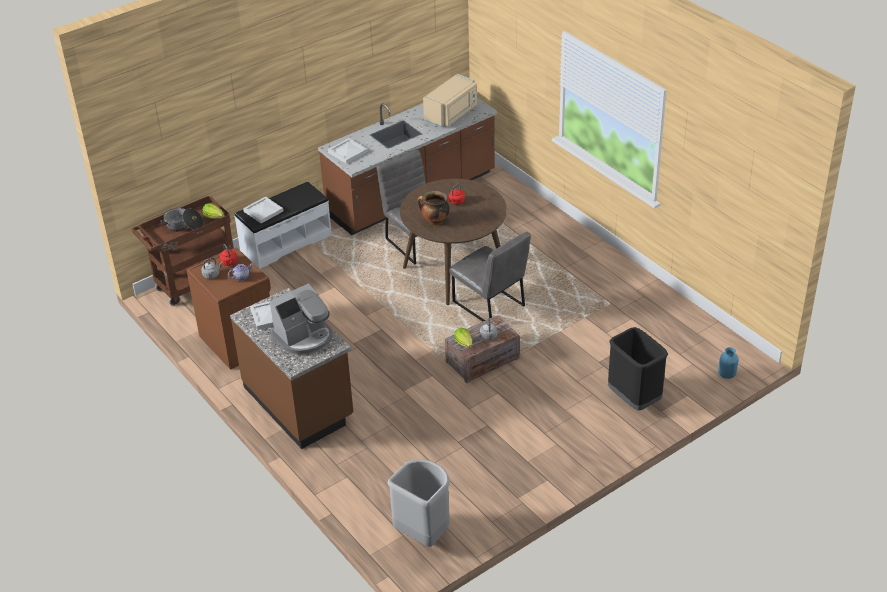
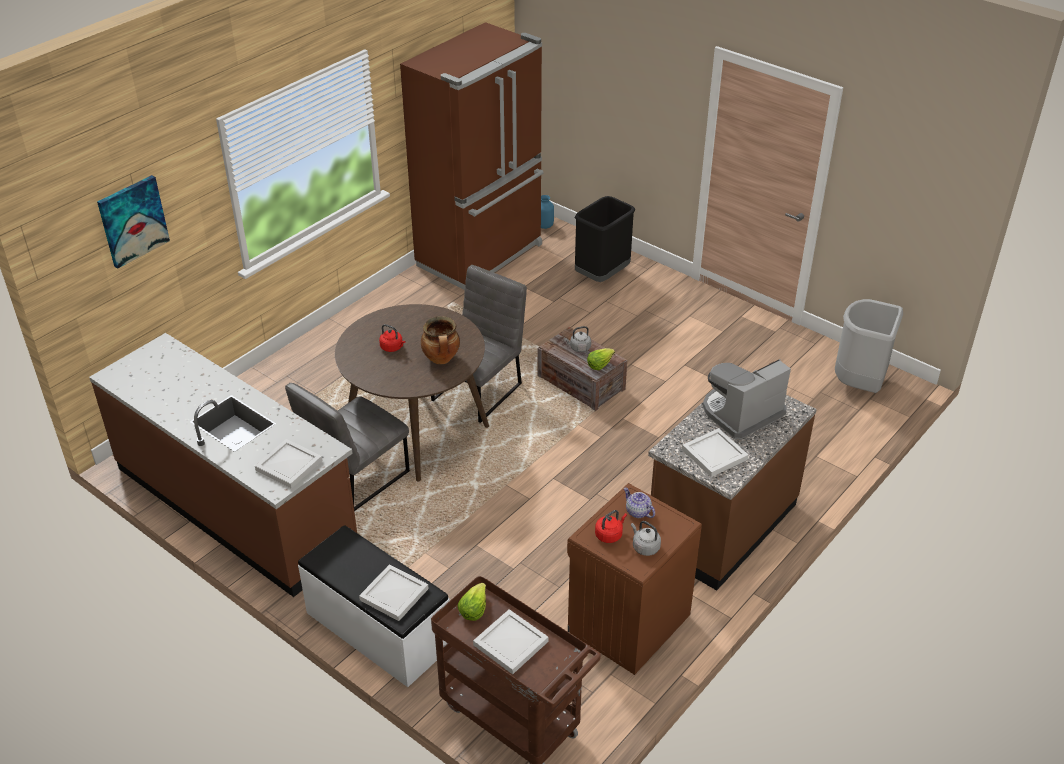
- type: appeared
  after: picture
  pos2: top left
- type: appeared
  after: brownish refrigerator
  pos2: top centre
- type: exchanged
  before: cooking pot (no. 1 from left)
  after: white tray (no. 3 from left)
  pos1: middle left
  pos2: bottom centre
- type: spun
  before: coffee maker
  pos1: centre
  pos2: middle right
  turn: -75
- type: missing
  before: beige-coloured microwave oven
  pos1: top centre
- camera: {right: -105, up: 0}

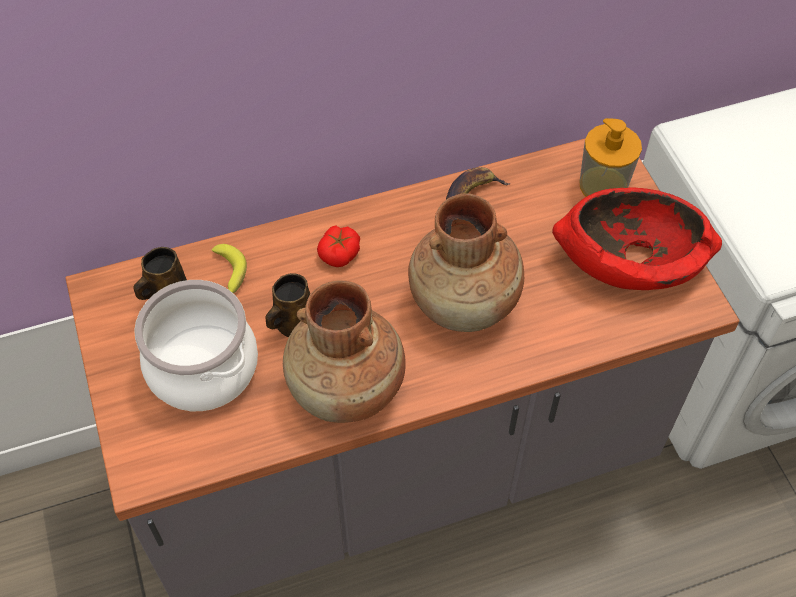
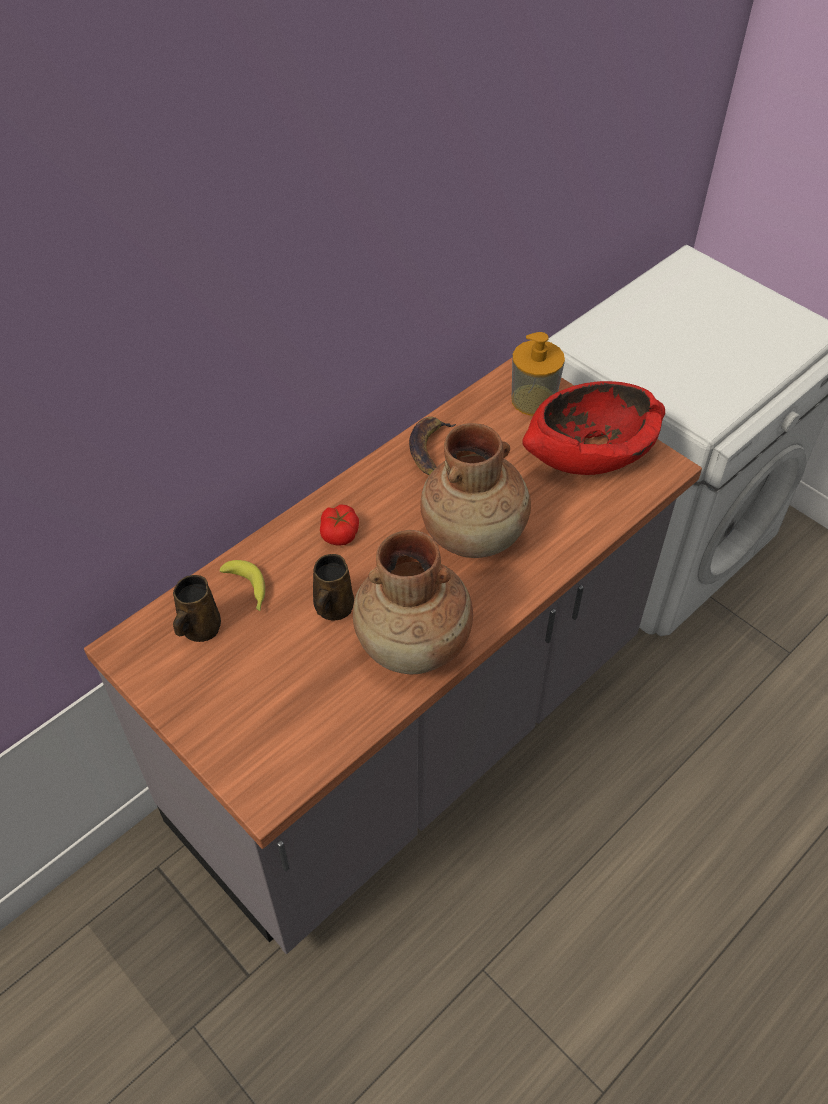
- type: missing
  before: cooking pot
  pos1: middle left
- camera: {right: -25, up: -5}

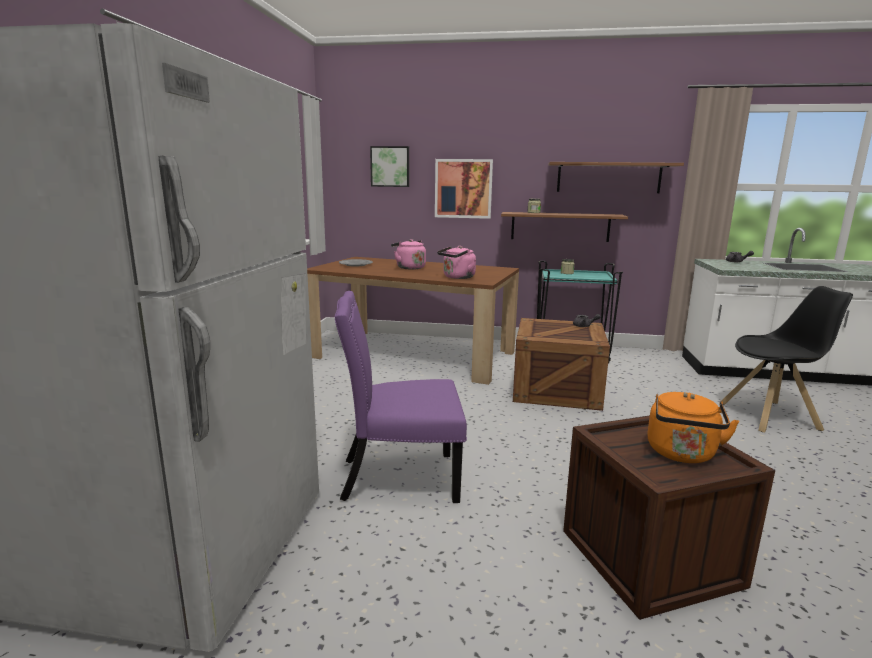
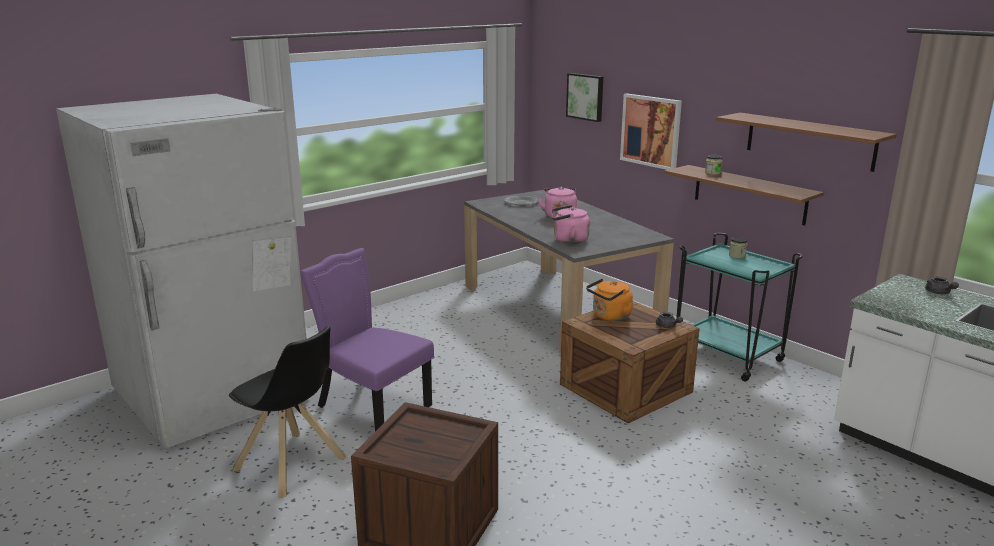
- type: relocated
  before: blackish upright chair
  pos1: middle right
  pos2: bottom left
- type: colour
  before: brownish dinner table
  after: greyish dinner table
  pos1: centre
  pos2: centre
- type: relocated
  before: orange tea kettle
  pos1: middle right
  pos2: centre
- camera: {right: 40, up: 5}

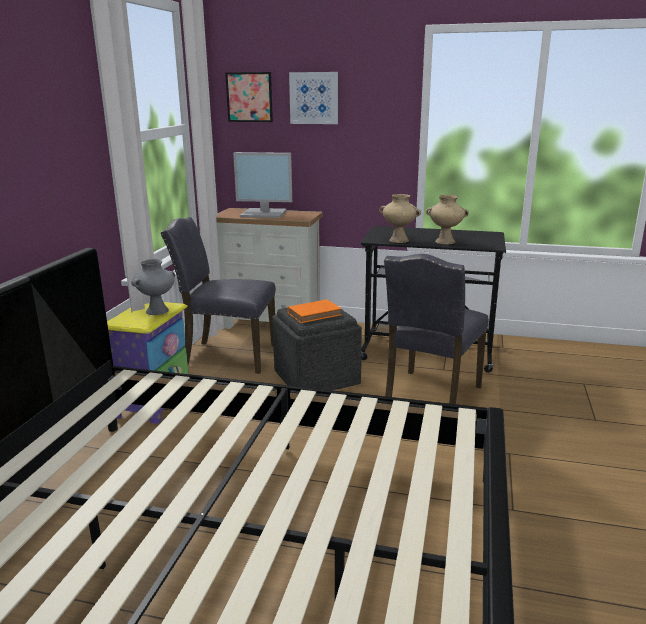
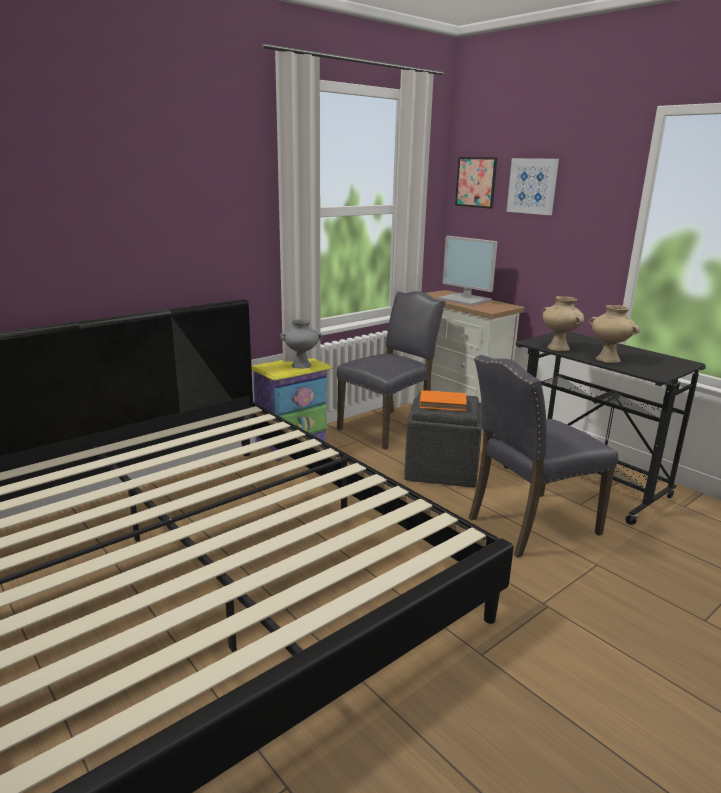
- type: spun
  before: greyish upright chair (no. 1 from left)
  pos1: centre
  pos2: centre
  turn: 90
- camera: {right: 35, up: 0}

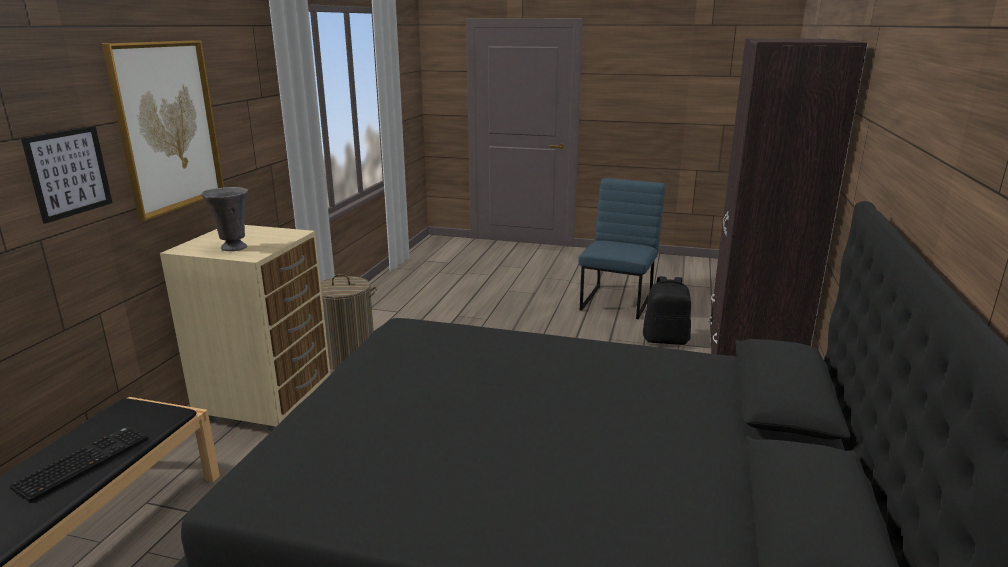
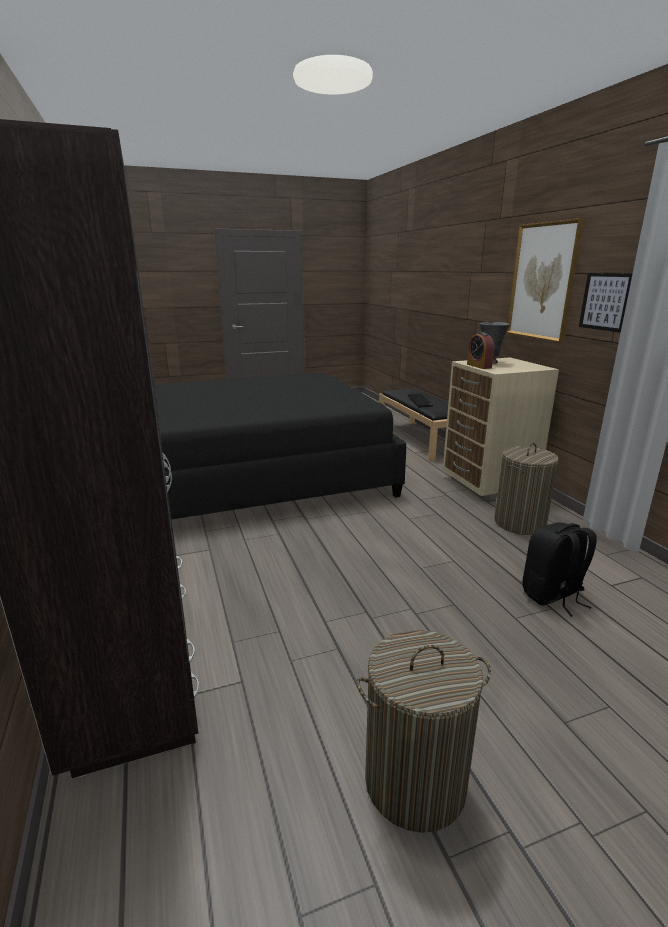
- type: exchanged
  before: blue upright chair
  after: laundry basket (no. 1 from left)
  pos1: centre
  pos2: bottom centre
- type: appeared
  after: bedside clock
  pos2: middle right
- type: relocated
  before: blackish backpack
  pos1: centre
  pos2: middle right
- type: relocated
  before: picture (no. 1 from left in the first image)
  after: picture (no. 2 from left)
  pos1: top left
  pos2: top right
- camera: {right: 145, up: 0}

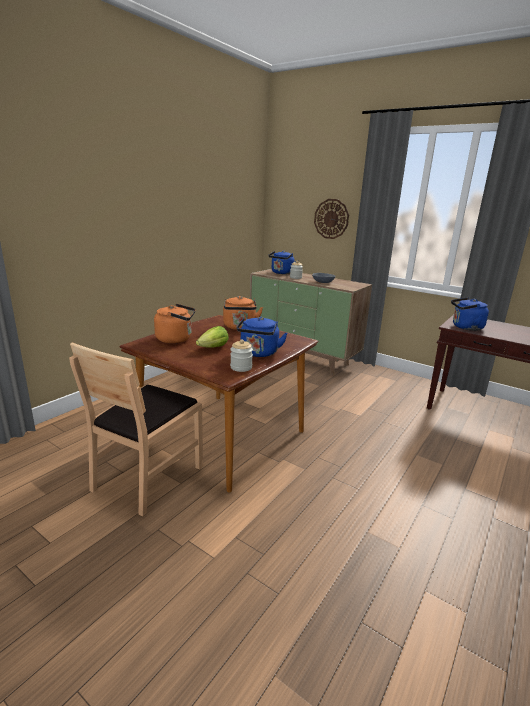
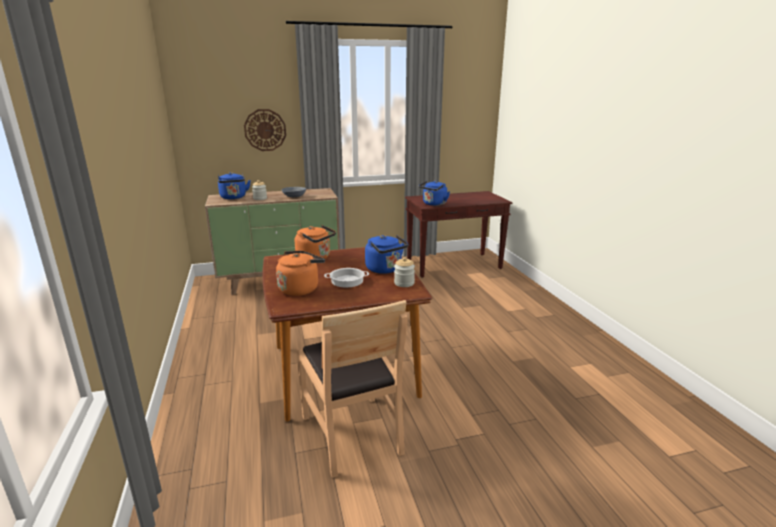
- type: exchanged
  before: lettuce head
  after: cooking pot
  pos1: centre
  pos2: centre
- camera: {right: -50, up: 0}

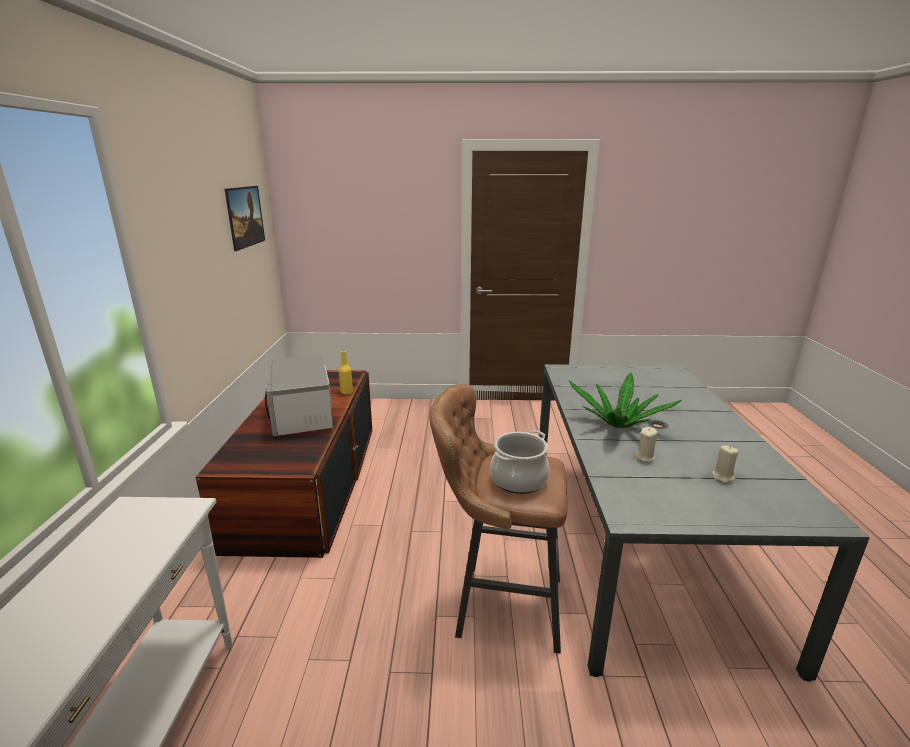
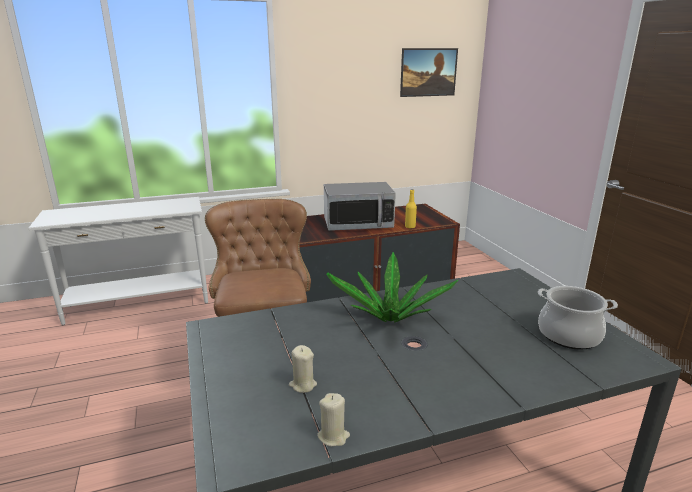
- type: relocated
  before: beige-coloured wax light (no. 1 from left in the first image)
  after: beige-coloured wax light (no. 2 from left)
  pos1: middle right
  pos2: bottom centre
- type: spun
  before: microwave oven
  pos1: middle left
  pos2: centre
  turn: -150
- type: relocated
  before: cooking pot
  pos1: centre
  pos2: middle right
- camera: {right: 70, up: 0}

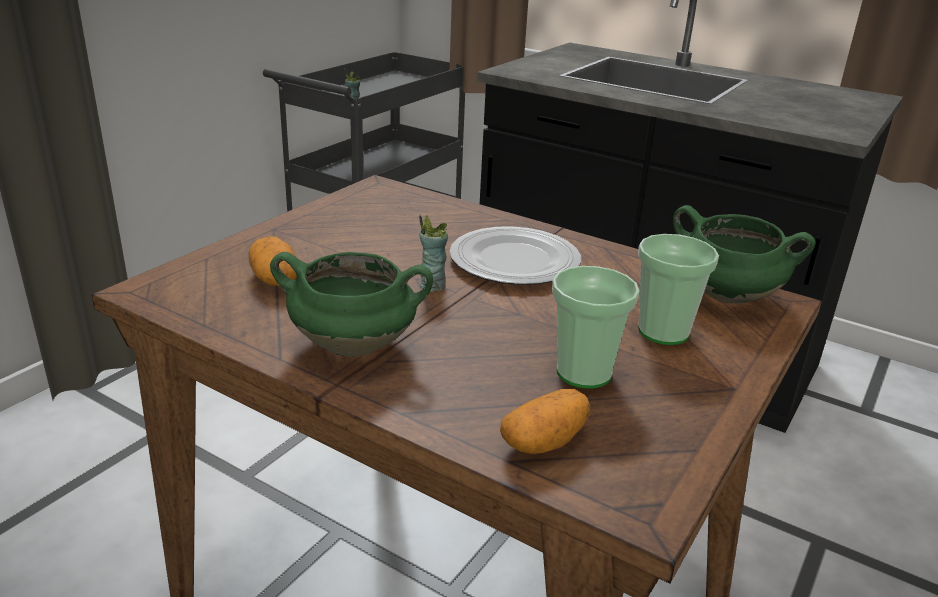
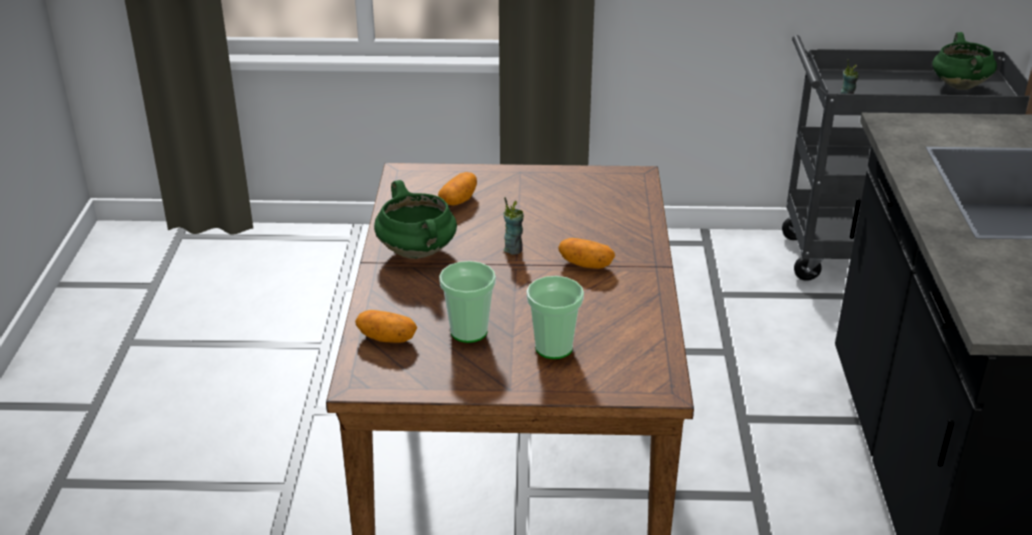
- type: exchanged
  before: plate
  after: whole potato (no. 3 from left)
  pos1: centre
  pos2: centre
- type: relocated
  before: green-coloured cooking pot (no. 2 from left)
  pos1: middle right
  pos2: top right
- camera: {right: 60, up: 5}

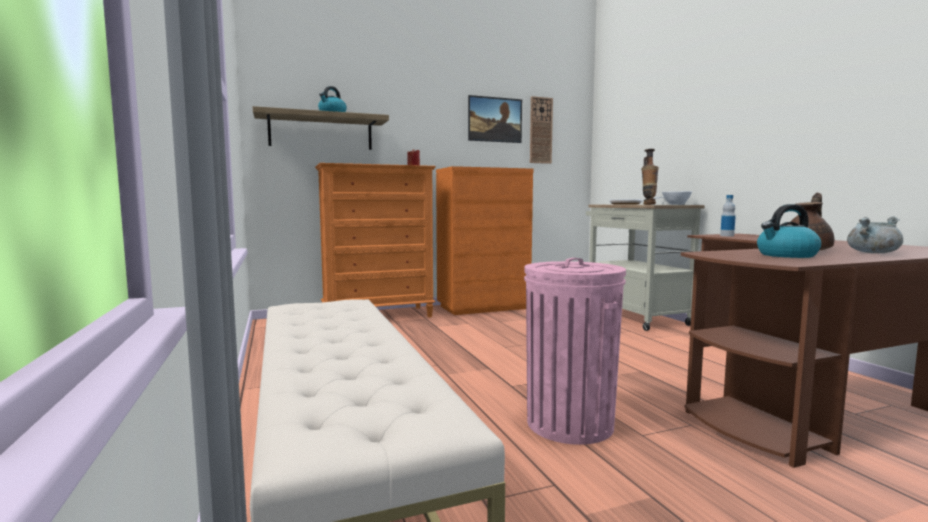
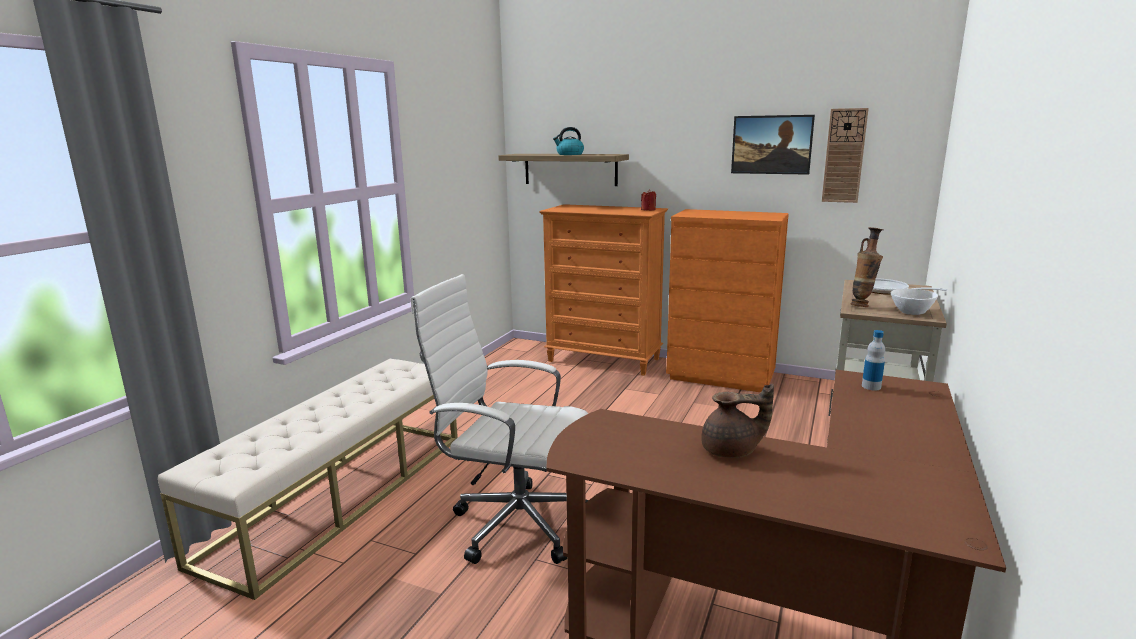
- type: exchanged
  before: pink-coloured rubbish bin
  after: white desk chair
  pos1: bottom centre
  pos2: centre
- type: missing
  before: tea kettle (no. 2 from left)
  pos1: middle right
- type: missing
  before: greyish cooking pot
  pos1: middle right
- camera: {right: 45, up: 10}

